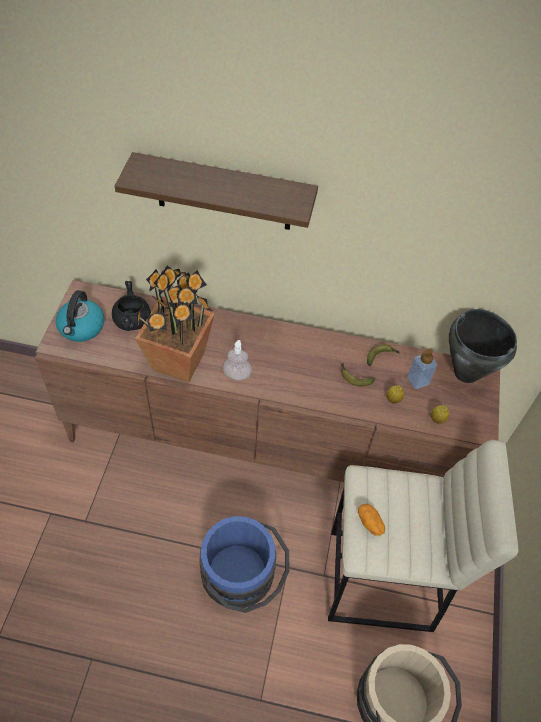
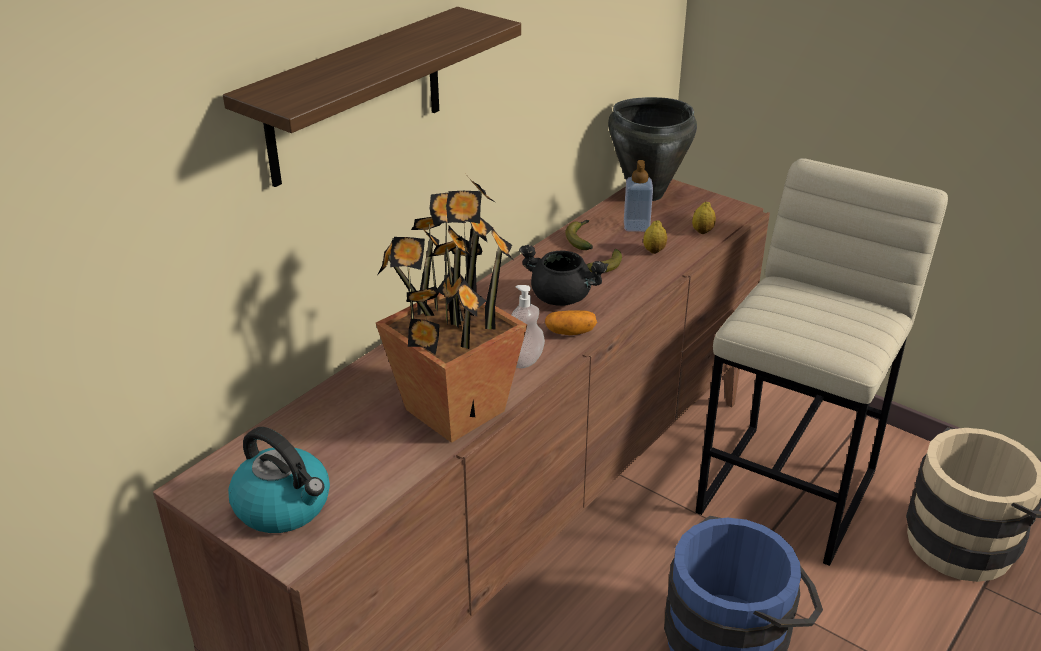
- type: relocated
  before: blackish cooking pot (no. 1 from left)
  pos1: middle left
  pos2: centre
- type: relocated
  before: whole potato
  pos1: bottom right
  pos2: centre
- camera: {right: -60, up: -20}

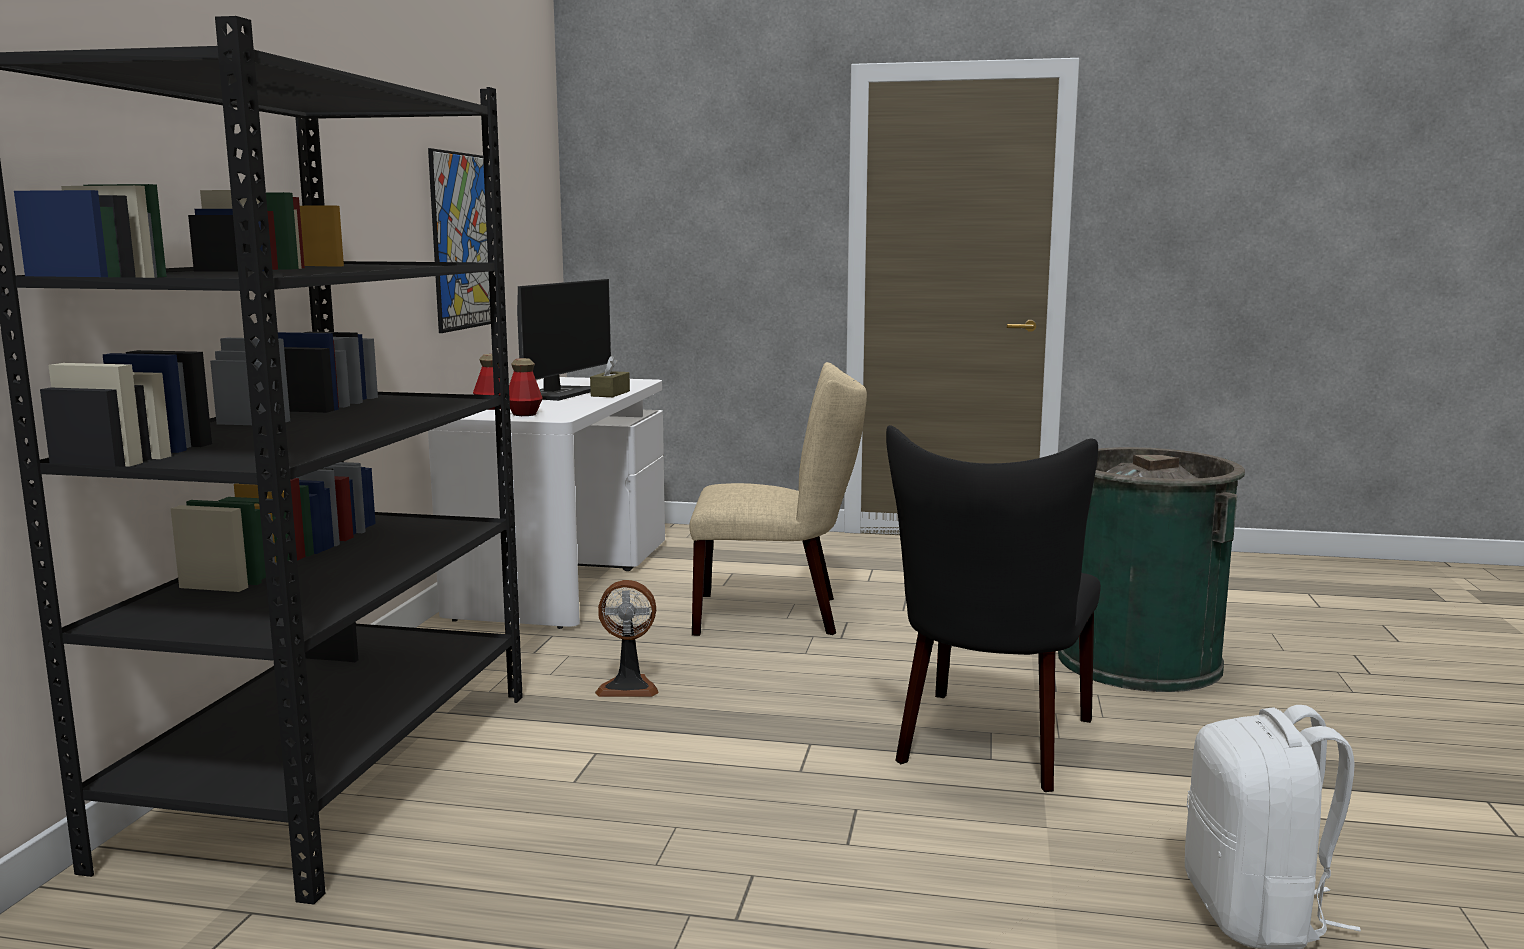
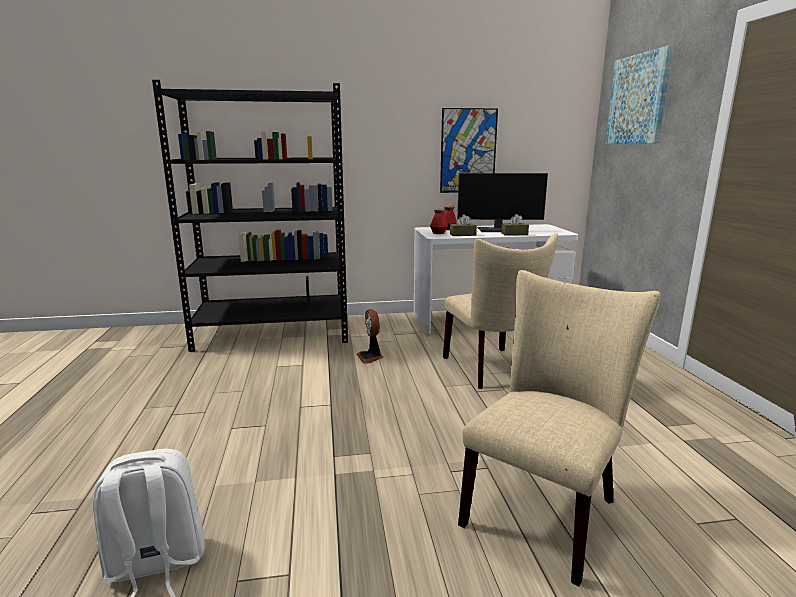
- type: appeared
  after: brownish box of tissues (no. 1 from left)
  pos2: centre
- type: exchanged
  before: green-coloured rubbish bin
  after: beige-coloured upright chair (no. 2 from left)
  pos1: middle right
  pos2: bottom right
- type: appeared
  after: picture (no. 2 from left)
  pos2: top right
- type: missing
  before: blackish upright chair
  pos1: centre
- camera: {right: 70, up: 5}

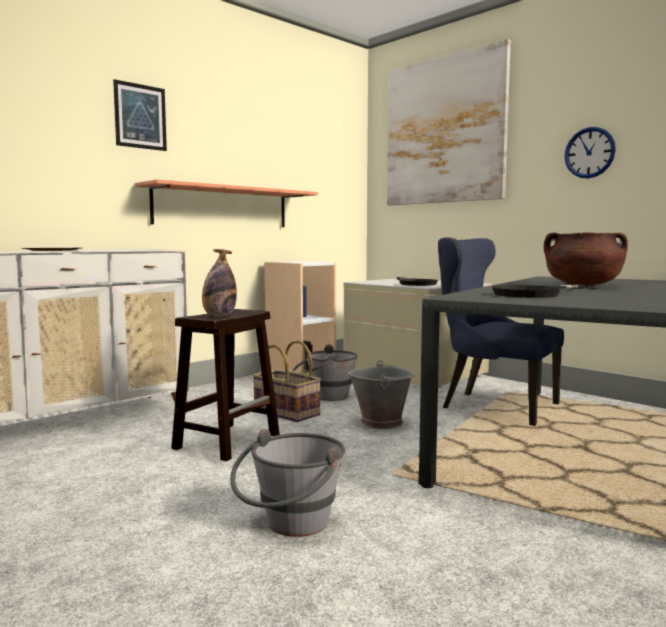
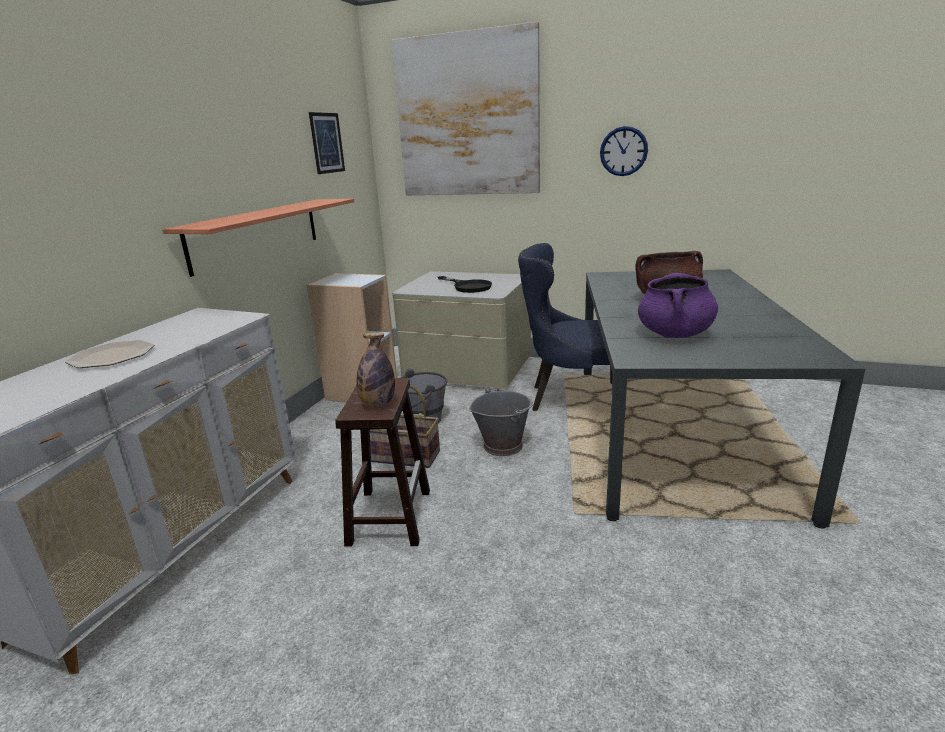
- type: relocated
  before: picture (no. 1 from left)
  pos1: top left
  pos2: top centre
- type: exchanged
  before: blackish skillet (no. 2 from left)
  after: purple-coloured cooking pot
  pos1: middle right
  pos2: middle right
- type: missing
  before: greyish pail (no. 1 from left)
  pos1: bottom centre
- camera: {right: -25, up: 15}

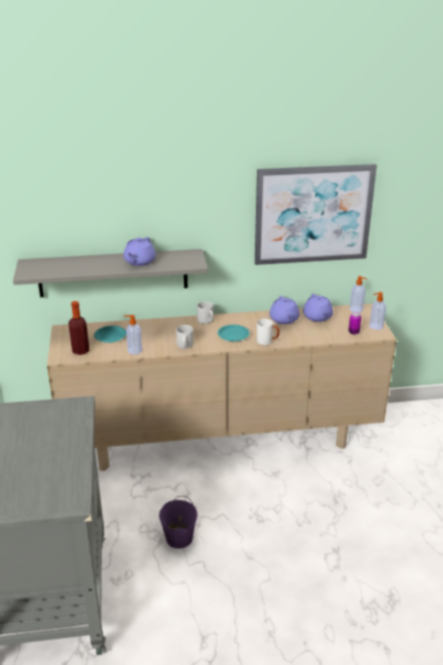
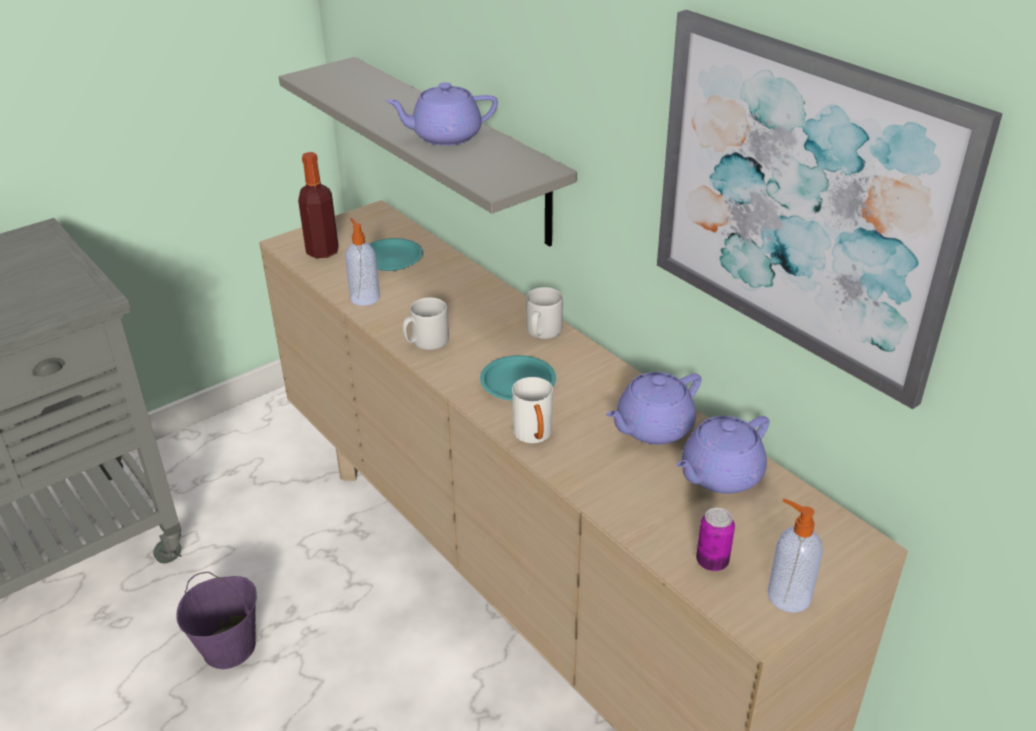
- type: missing
  before: soap bottle (no. 2 from left)
  pos1: middle right
- camera: {right: 60, up: 5}

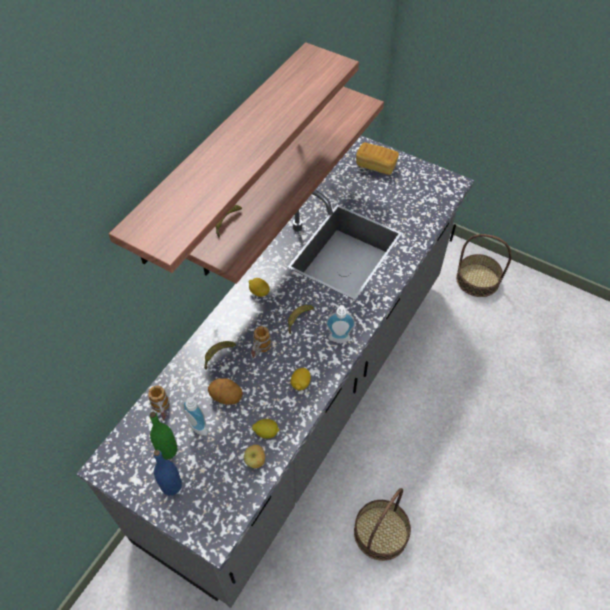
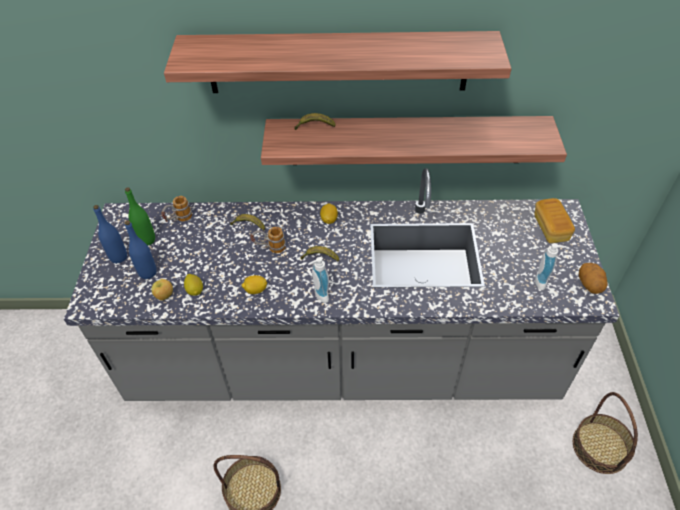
- type: appeared
  after: blue drink bottle (no. 2 from left)
  pos2: middle left
- type: relocated
  before: soap bottle (no. 1 from left in the first image)
  after: soap bottle (no. 2 from left)
  pos1: bottom left
  pos2: middle right
- type: relocated
  before: whole potato
  pos1: centre
  pos2: middle right
- camera: {right: 60, up: -5}

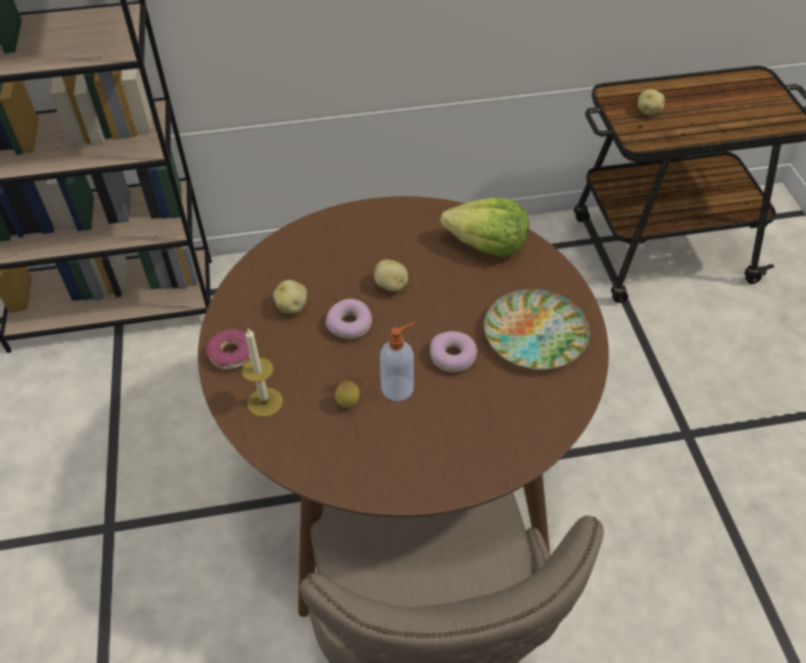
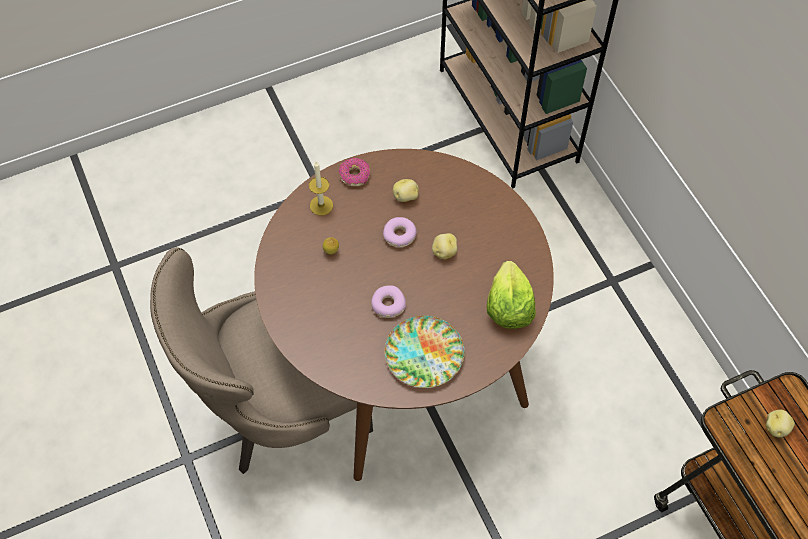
- type: missing
  before: soap bottle
  pos1: centre
- camera: {right: 75, up: 10}

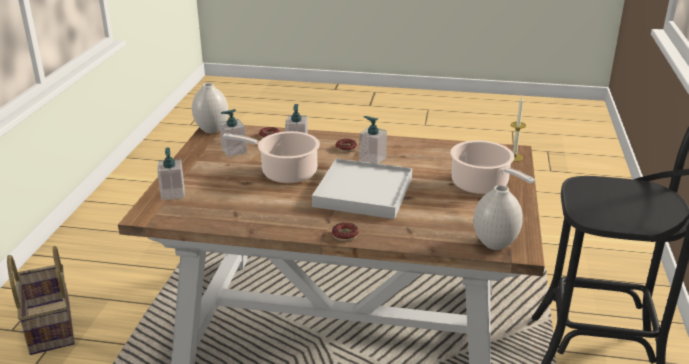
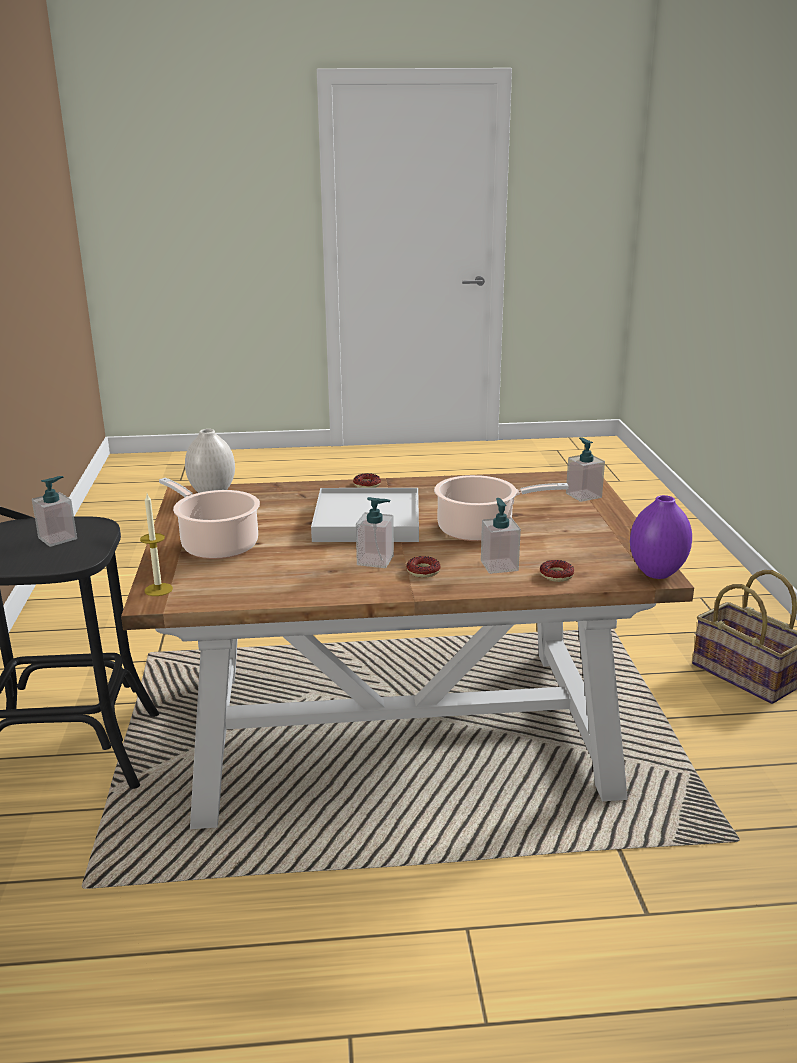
- type: relocated
  before: soap bottle (no. 2 from left in the first image)
  after: soap bottle (no. 1 from left)
  pos1: centre
  pos2: middle left
- type: colour
  before: white vase (no. 1 from left)
  after: purple-coloured vase
  pos1: top left
  pos2: middle right
- camera: {right: 165, up: -5}

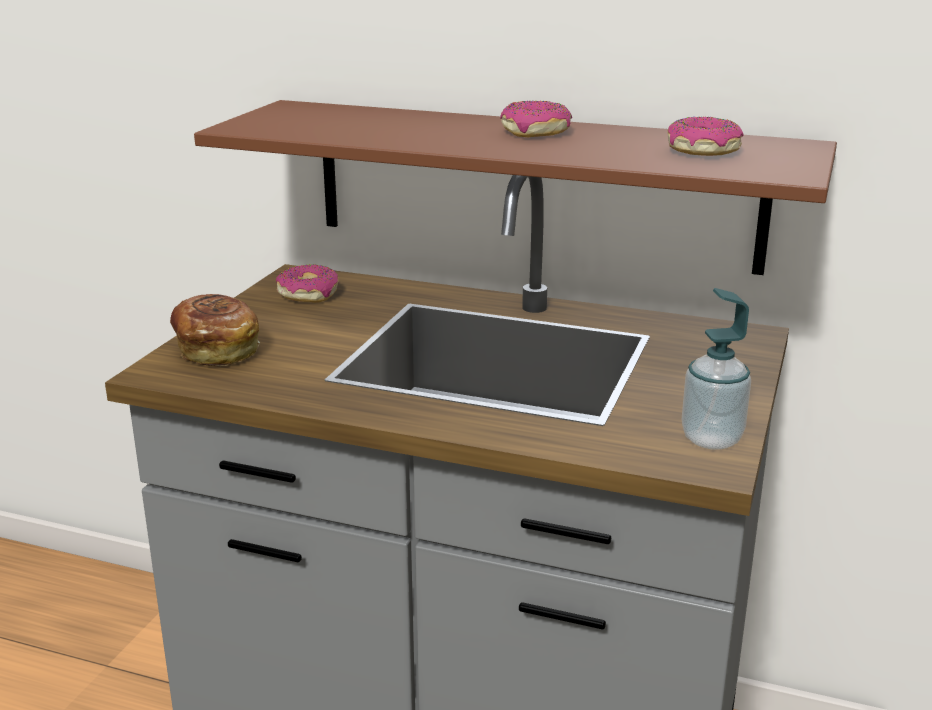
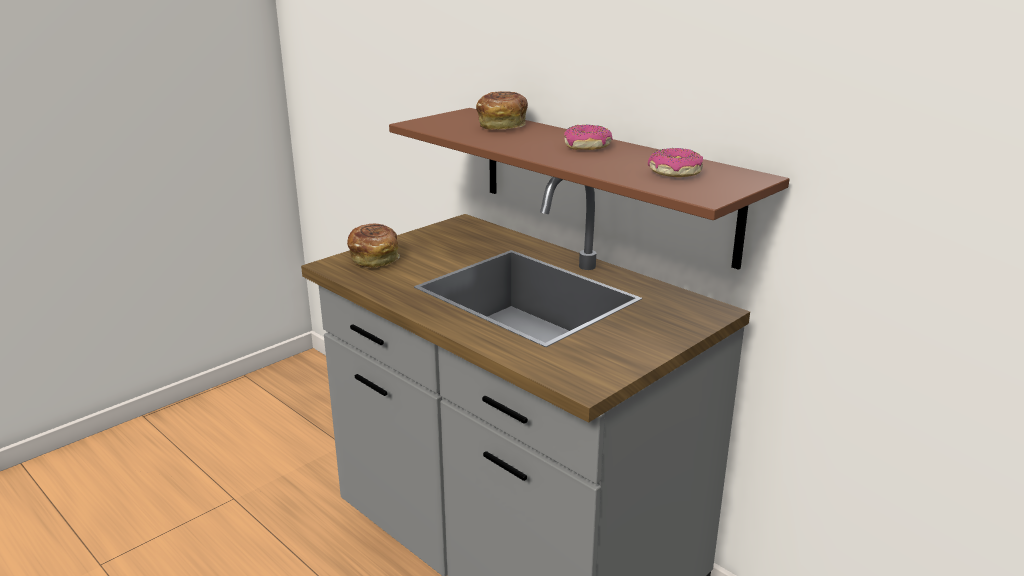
- type: appeared
  after: baked bread (no. 2 from left)
  pos2: top centre
- type: missing
  before: ring doughnut (no. 1 from left)
  pos1: middle left
- type: missing
  before: soap bottle
  pos1: middle right
- camera: {right: 25, up: 0}

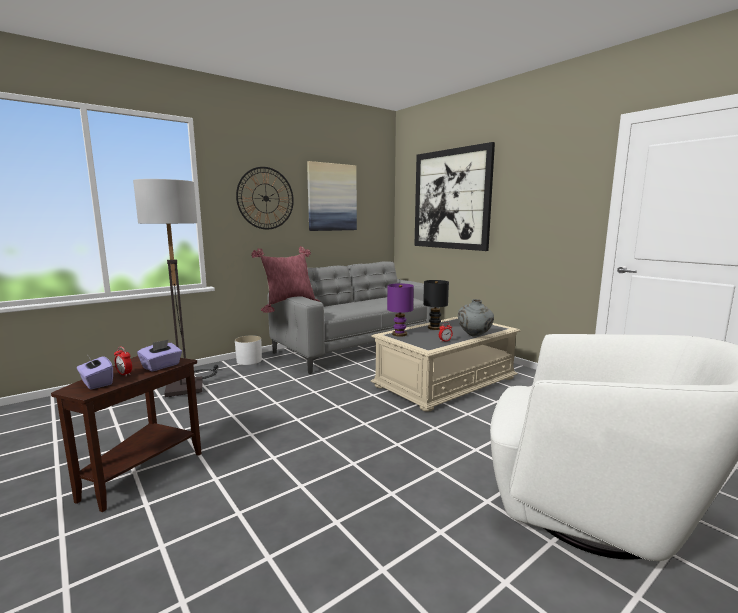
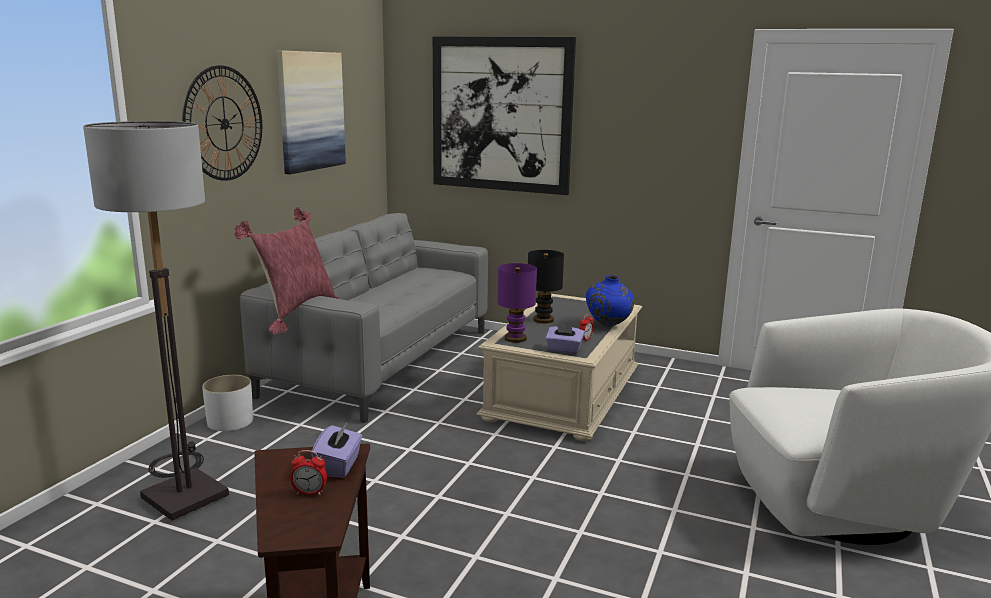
- type: relocated
  before: purple-coloured box of tissues (no. 1 from left in the first image)
  after: purple-coloured box of tissues (no. 2 from left)
  pos1: middle left
  pos2: centre
- type: colour
  before: greyish vase
  after: blue vase
  pos1: centre
  pos2: centre
- camera: {right: -30, up: 5}

